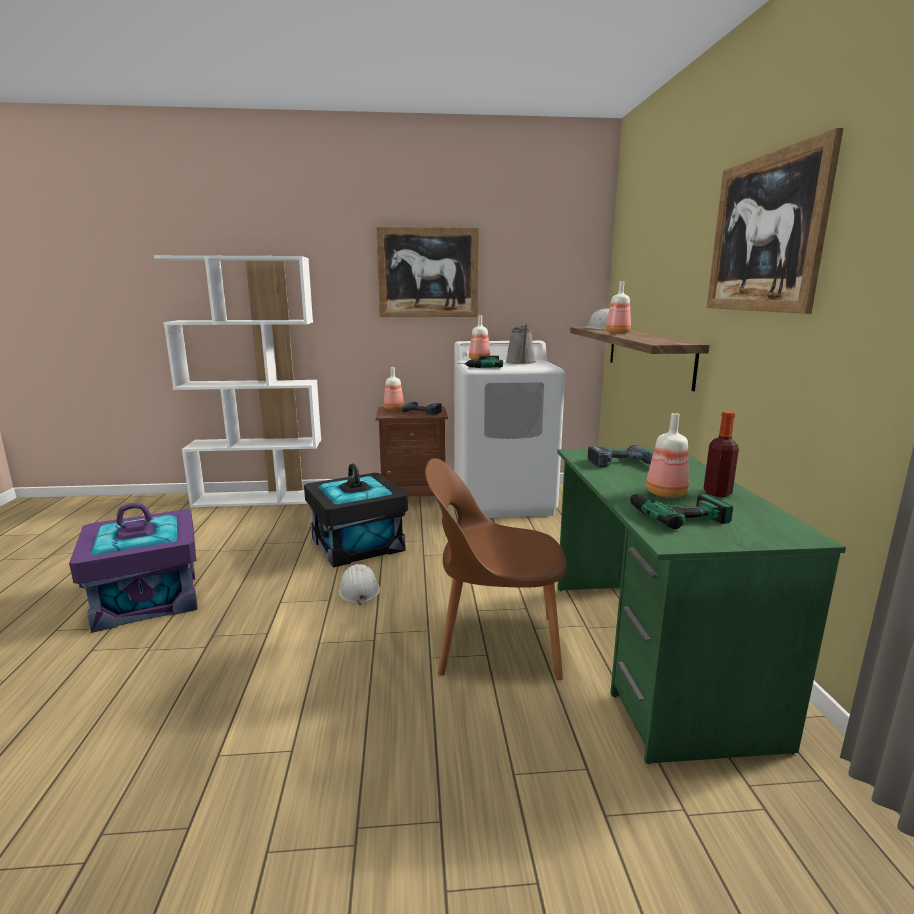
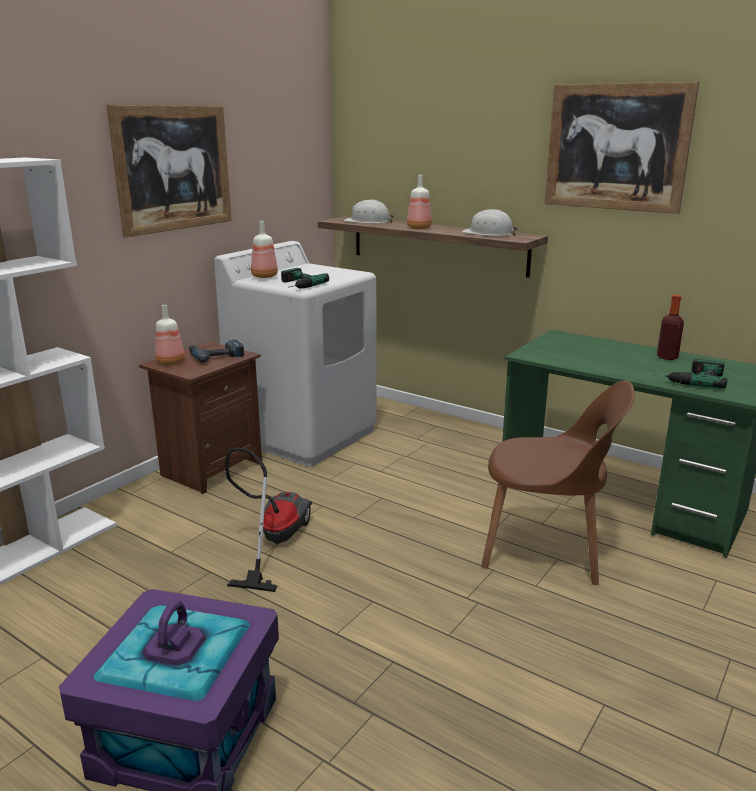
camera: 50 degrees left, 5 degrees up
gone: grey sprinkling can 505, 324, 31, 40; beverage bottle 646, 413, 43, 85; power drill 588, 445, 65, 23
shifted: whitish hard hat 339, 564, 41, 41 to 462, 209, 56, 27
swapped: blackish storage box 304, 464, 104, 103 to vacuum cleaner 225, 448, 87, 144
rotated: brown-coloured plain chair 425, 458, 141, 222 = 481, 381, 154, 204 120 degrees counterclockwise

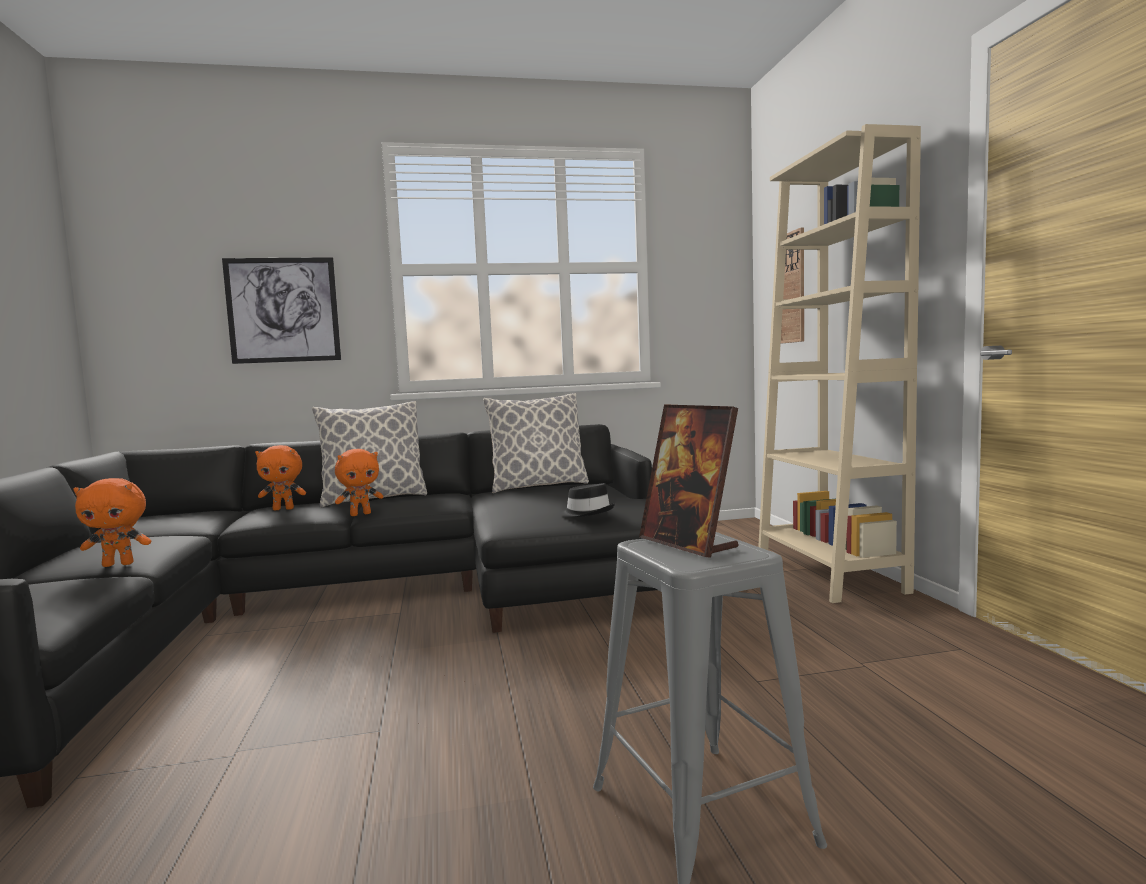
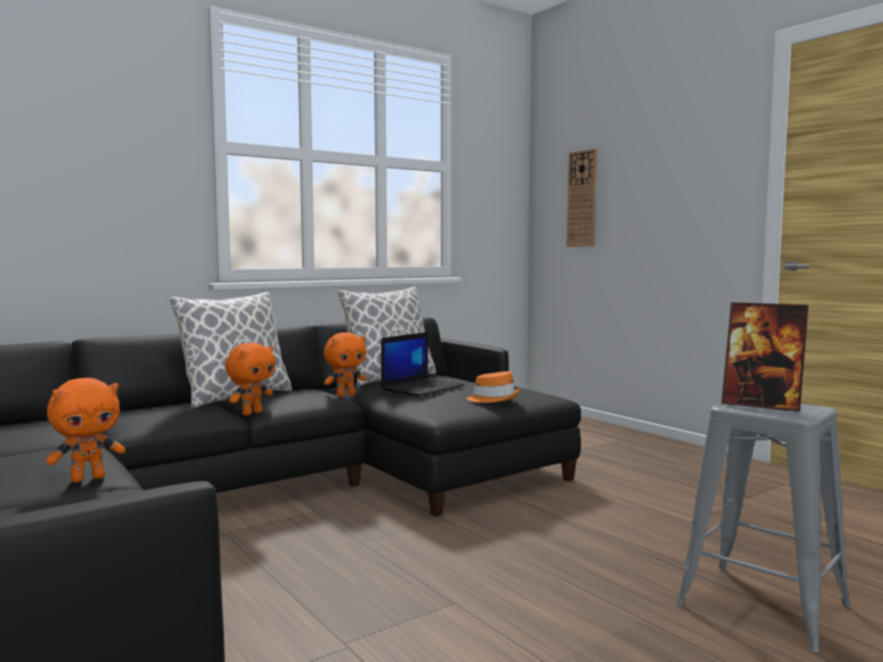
camera: 25 degrees left, 0 degrees up
gone: beige bookshelf 758, 124, 163, 479; wall picture 222, 257, 119, 107
new: portable computer 381, 332, 84, 64
shifted: orange-coloured soft toy 255, 445, 51, 65 to 324, 332, 43, 65
repainted: blackish clothing hat 560, 483, 55, 34 to orange-coloured clothing hat 466, 371, 54, 32

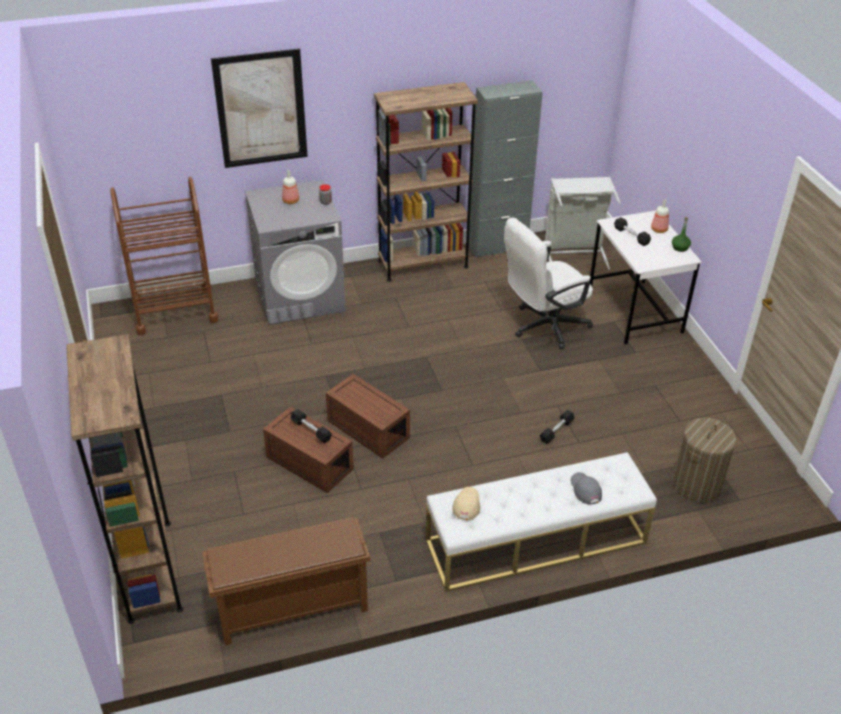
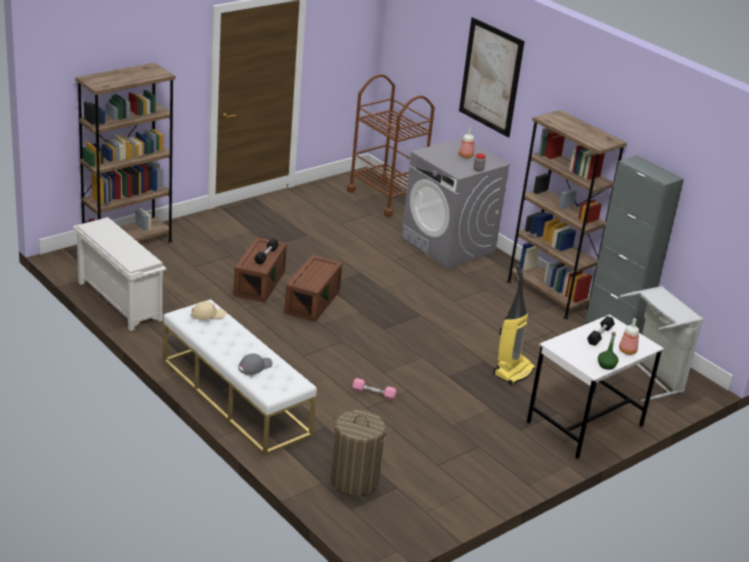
camera: 65 degrees right, 10 degrees down
swapped: whitish office chair 504, 217, 89, 132 to vacuum cleaner 493, 265, 42, 120
repainted: blackish free weight 540, 410, 35, 34 to pink-coloured free weight 352, 378, 45, 23; brown-coloured shoe stand 202, 517, 169, 128 to whitish shoe stand 73, 217, 93, 114

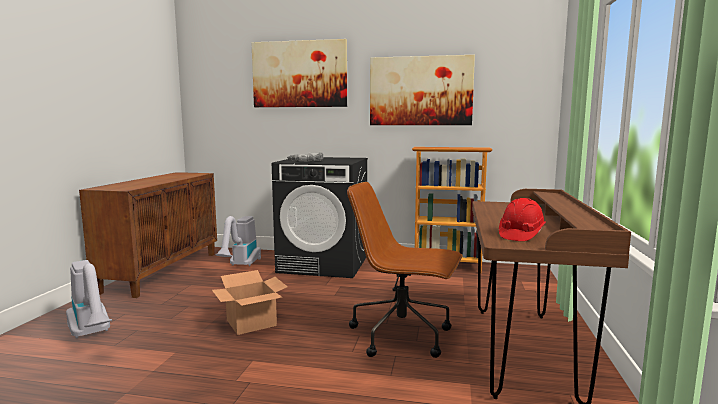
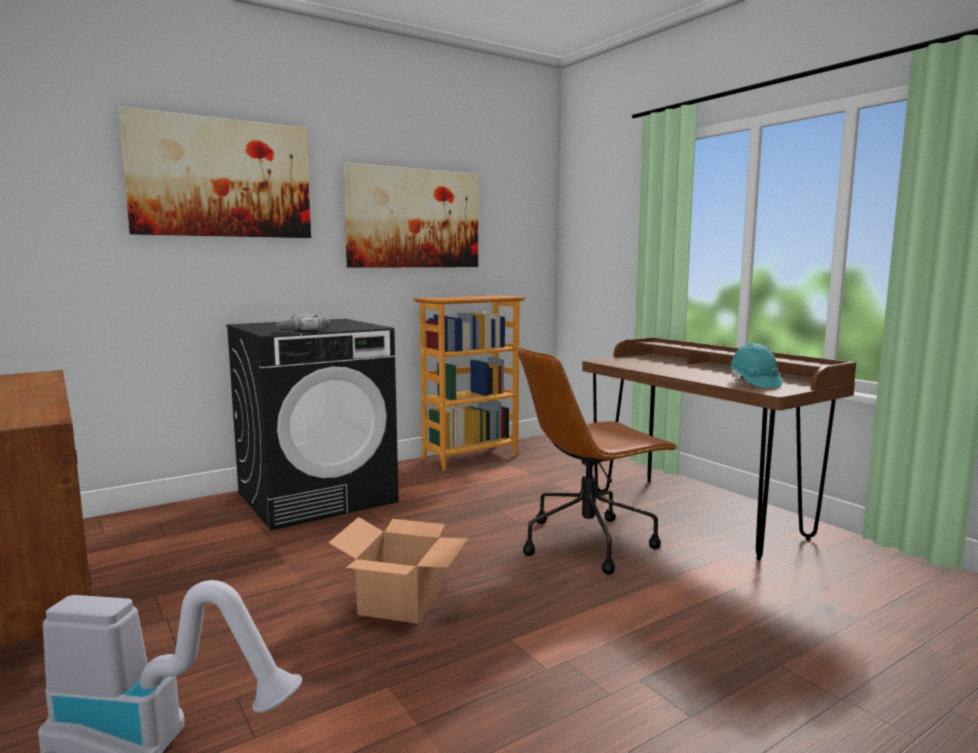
camera: 45 degrees left, 0 degrees up
gone: vacuum cleaner 216, 216, 45, 50
repainted: reddish hard hat 499, 198, 47, 43 to turquoise hard hat 728, 344, 54, 44

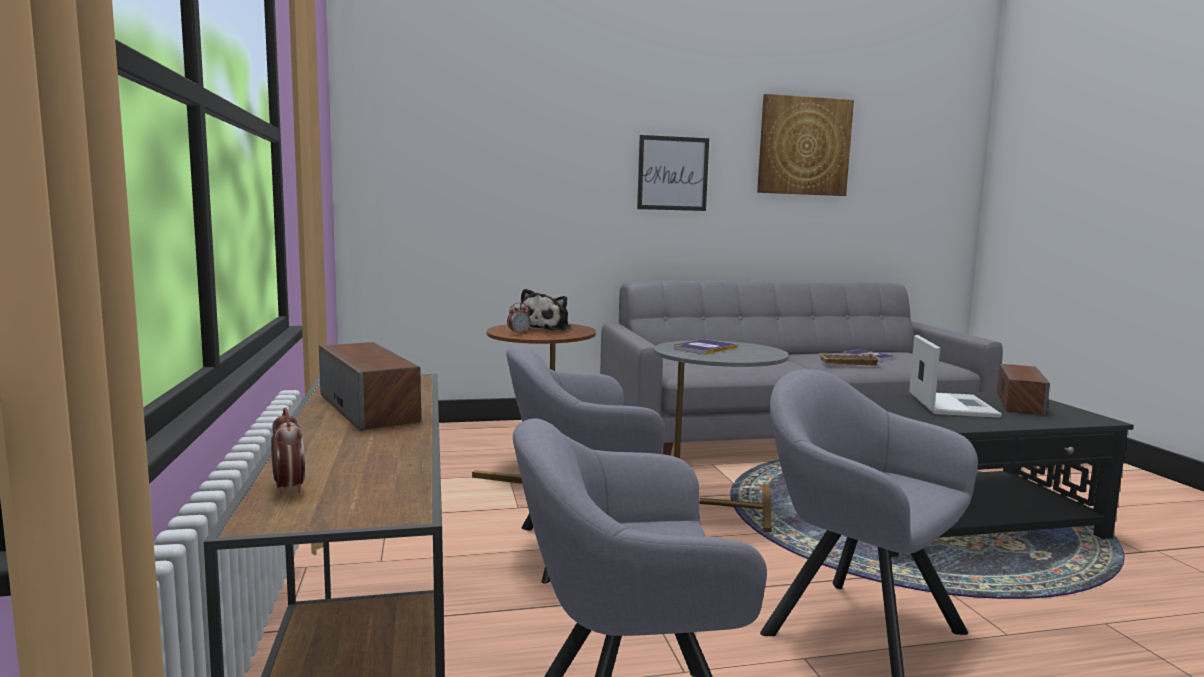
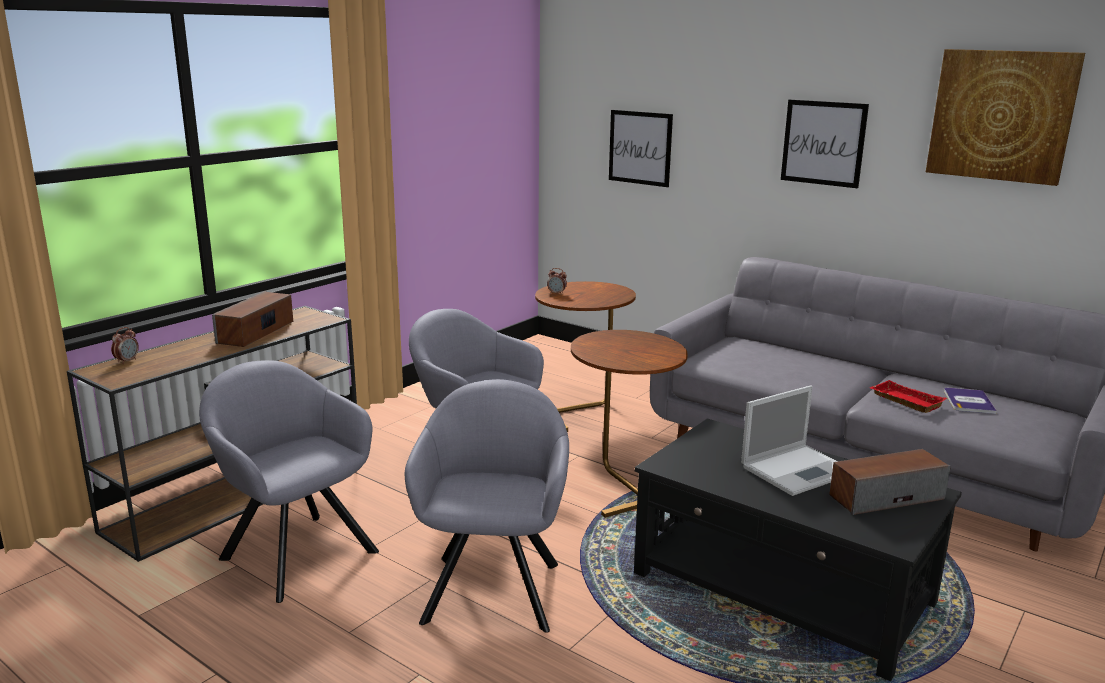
camera: 50 degrees right, 10 degrees up
gone: soft toy 520, 289, 51, 42; volume 674, 339, 64, 16
new: wall picture 609, 110, 64, 77
repainted: grey accent table 654, 340, 135, 193 to brown-coloured accent table 571, 330, 117, 188; beige tray 820, 353, 60, 13 to reddish tray 870, 380, 77, 33

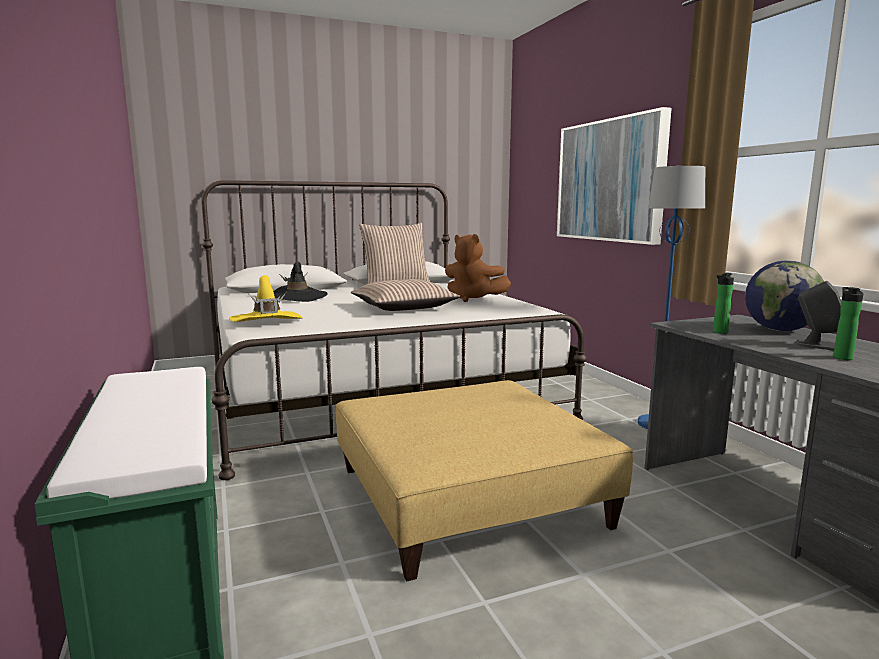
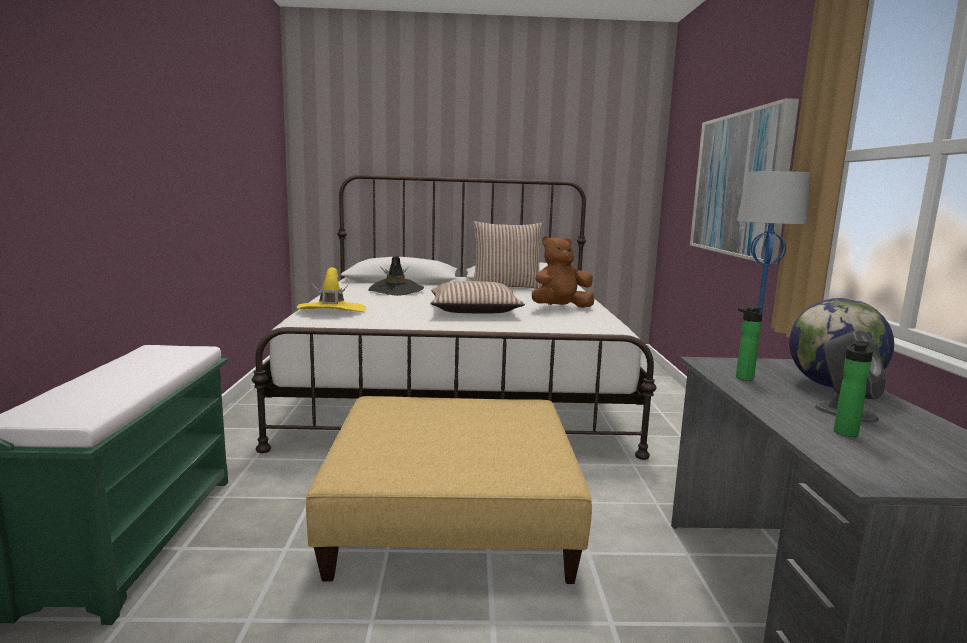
camera: 20 degrees right, 0 degrees up
rotated: brown-coloured soft toy 445, 234, 66, 68 = 532, 236, 63, 72 105 degrees clockwise

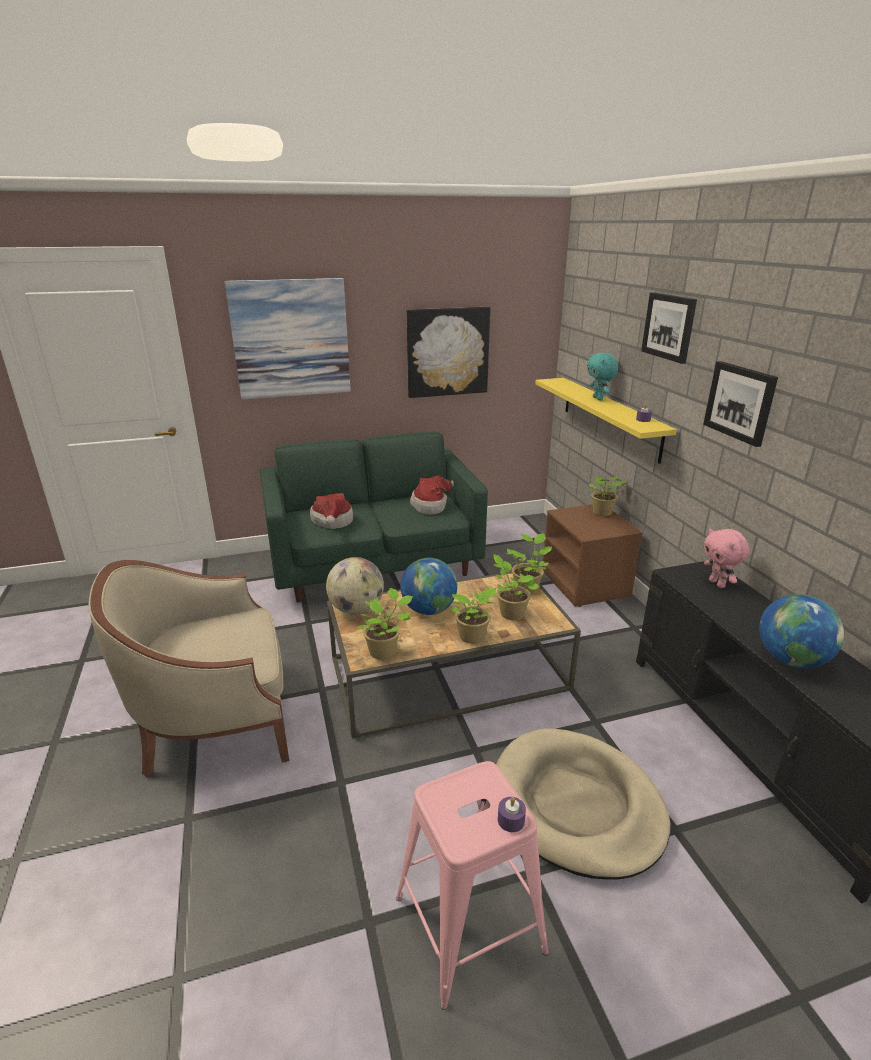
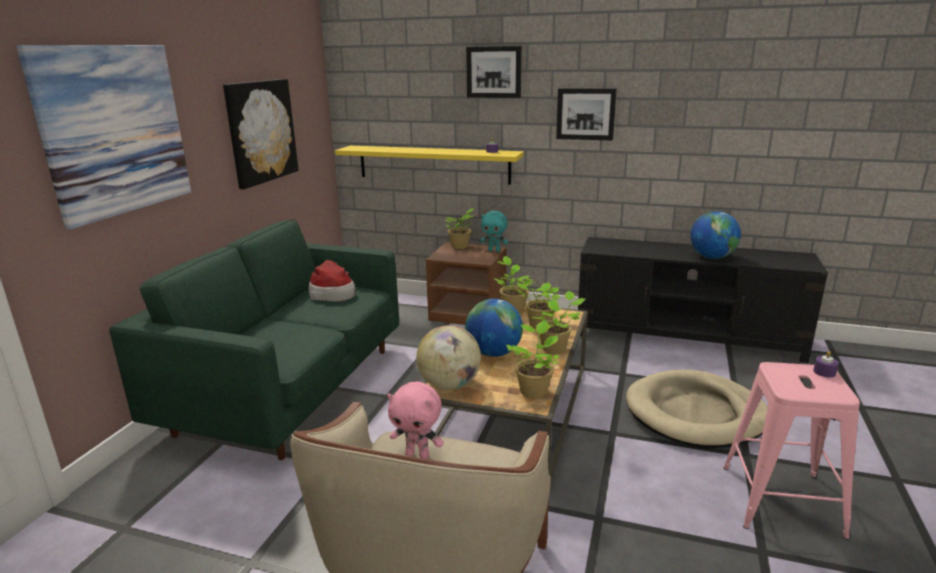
camera: 55 degrees left, 5 degrees down
gone: clothing hat 310, 493, 43, 36
shifted: turquoise soft toy 587, 353, 31, 47 to 480, 211, 28, 41; pink-coloured soft toy 704, 528, 45, 60 to 387, 382, 57, 77

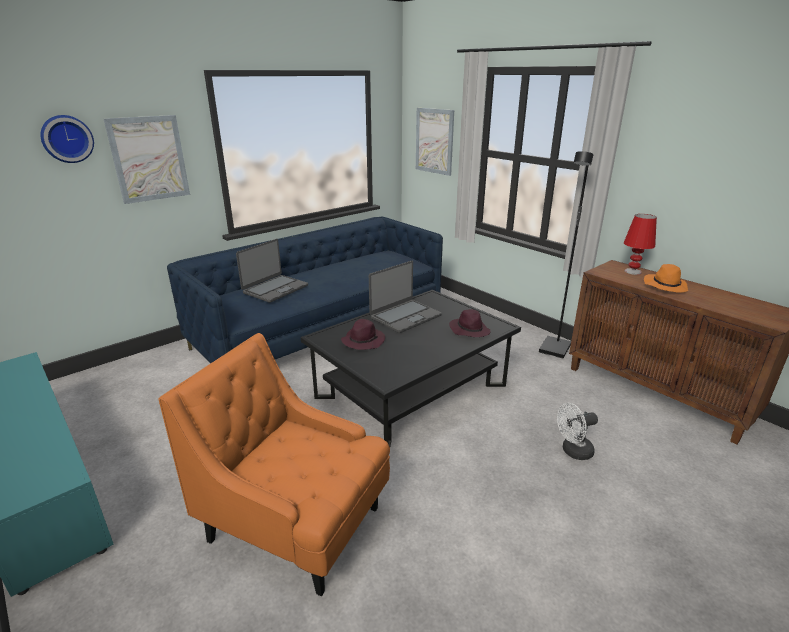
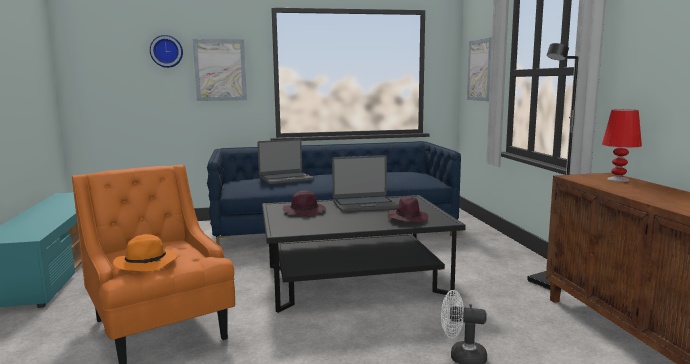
camera: 30 degrees right, 15 degrees down
shifted: orange-coloured clothing hat 644, 264, 44, 29 to 113, 234, 64, 38

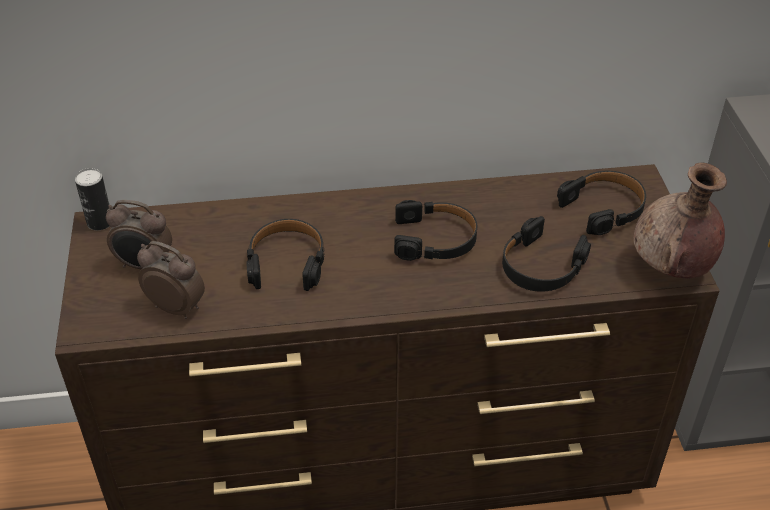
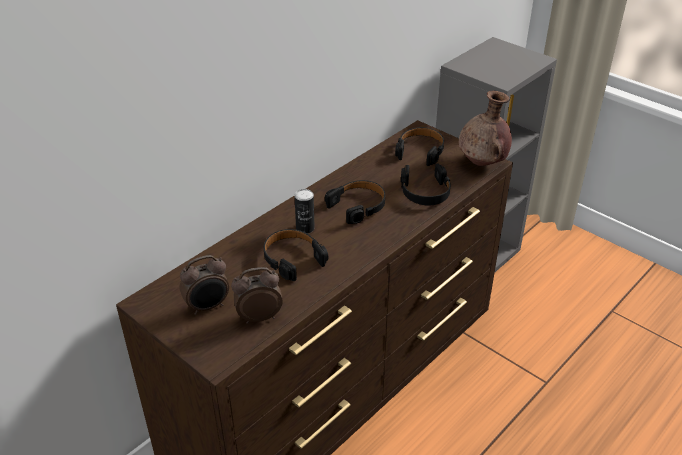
camera: 40 degrees left, 5 degrees down
shifted: sealed can 75, 168, 34, 62 to 295, 189, 20, 45

